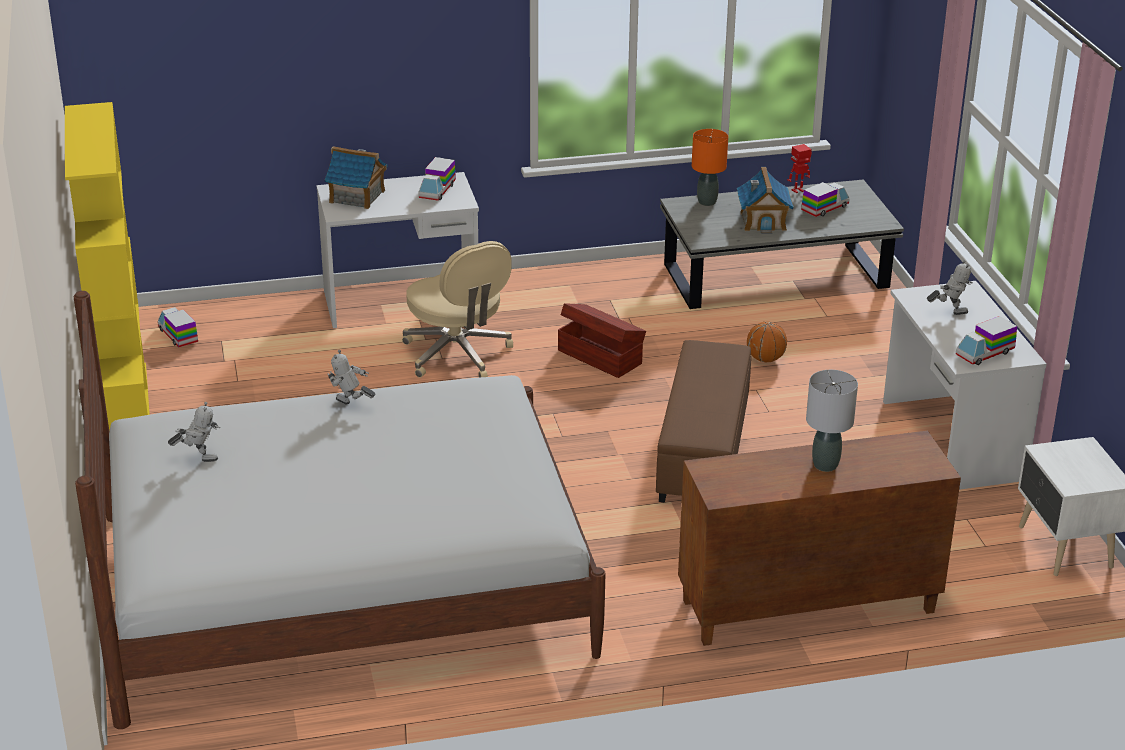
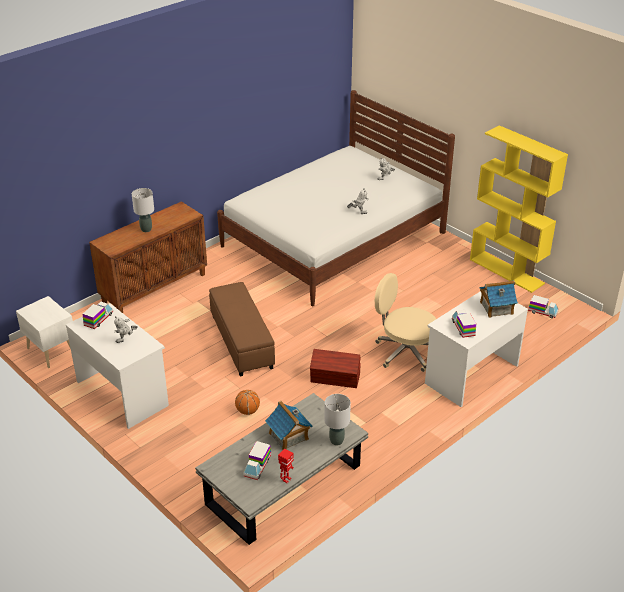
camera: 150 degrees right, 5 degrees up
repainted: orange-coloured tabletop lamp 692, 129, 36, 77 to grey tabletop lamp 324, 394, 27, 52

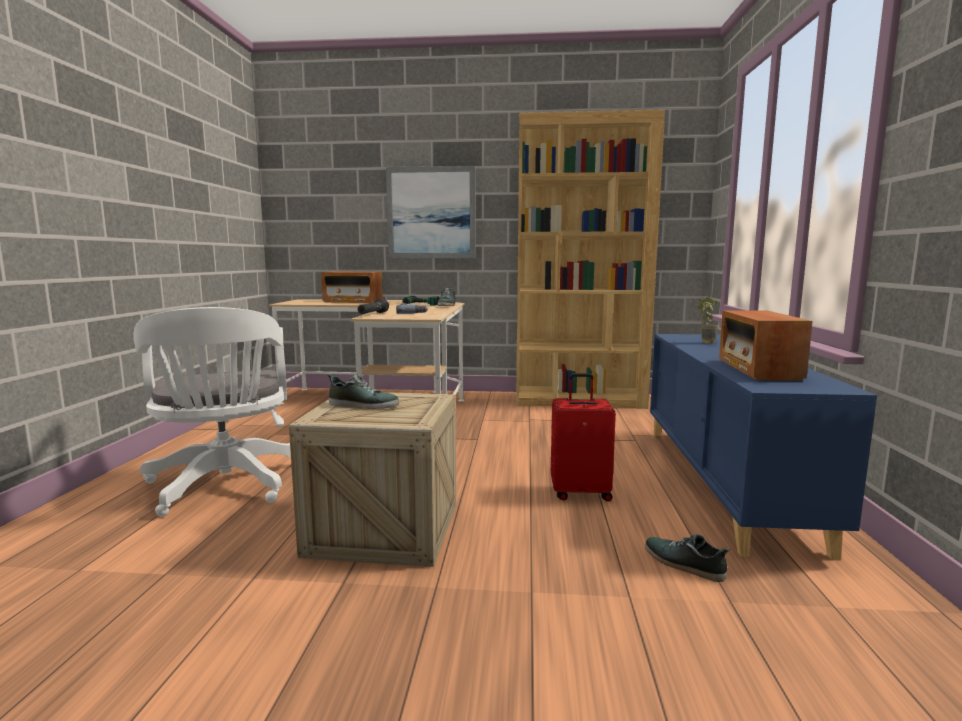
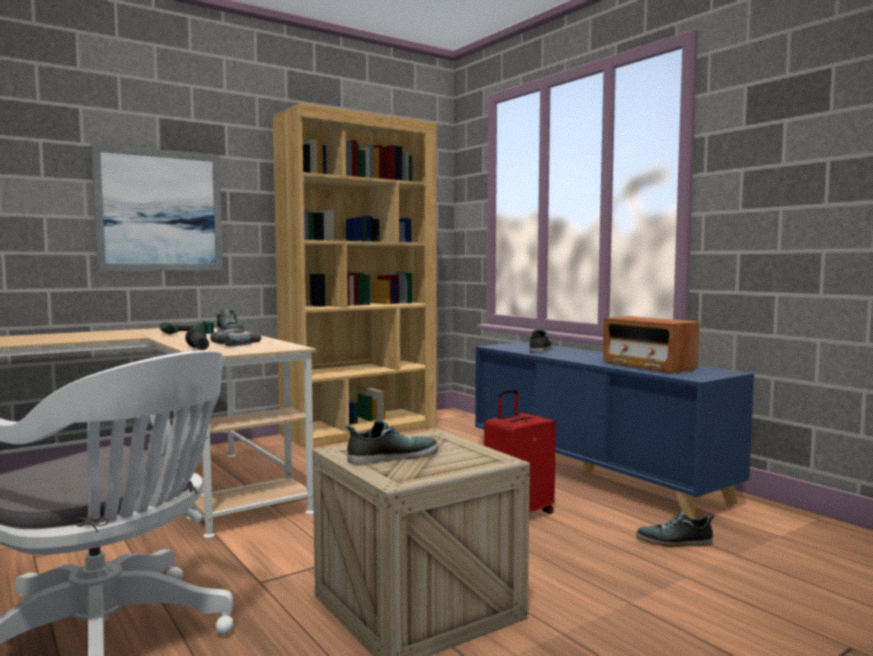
camera: 40 degrees left, 5 degrees down
gone: radio 321, 272, 62, 31
swapped: houseplant 697, 297, 21, 47 to low shoe 530, 329, 22, 24

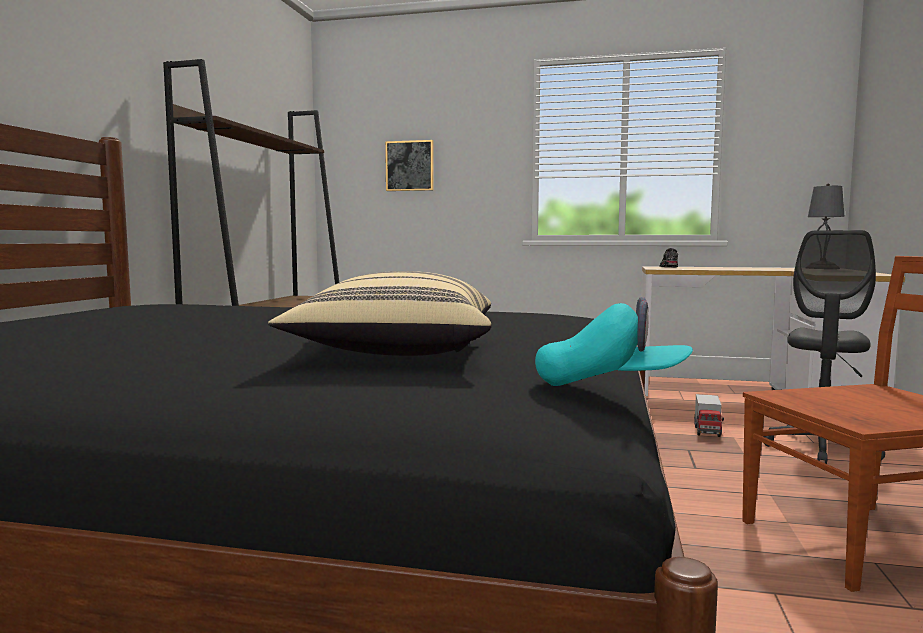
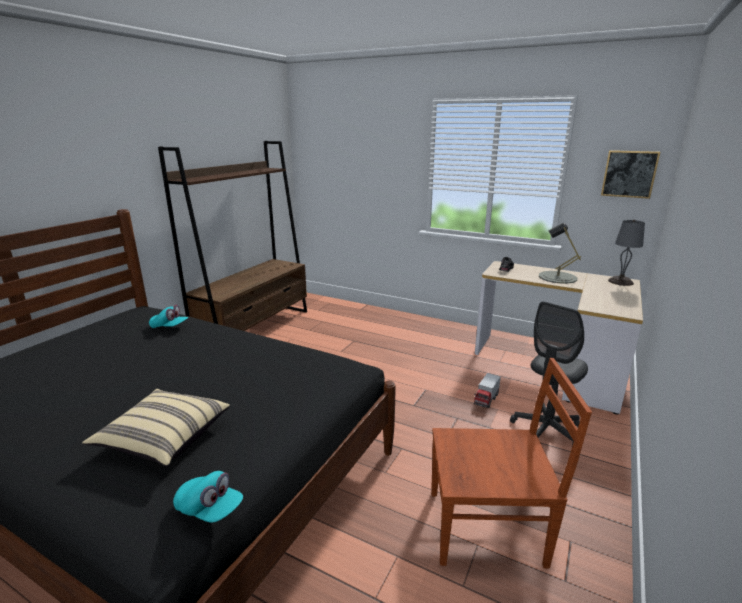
camera: 15 degrees right, 15 degrees up
new: grey tabletop lamp 539, 223, 42, 61; turquoise baseball cap 149, 305, 39, 23
shifted: wall picture 385, 140, 49, 51 to 601, 150, 59, 49

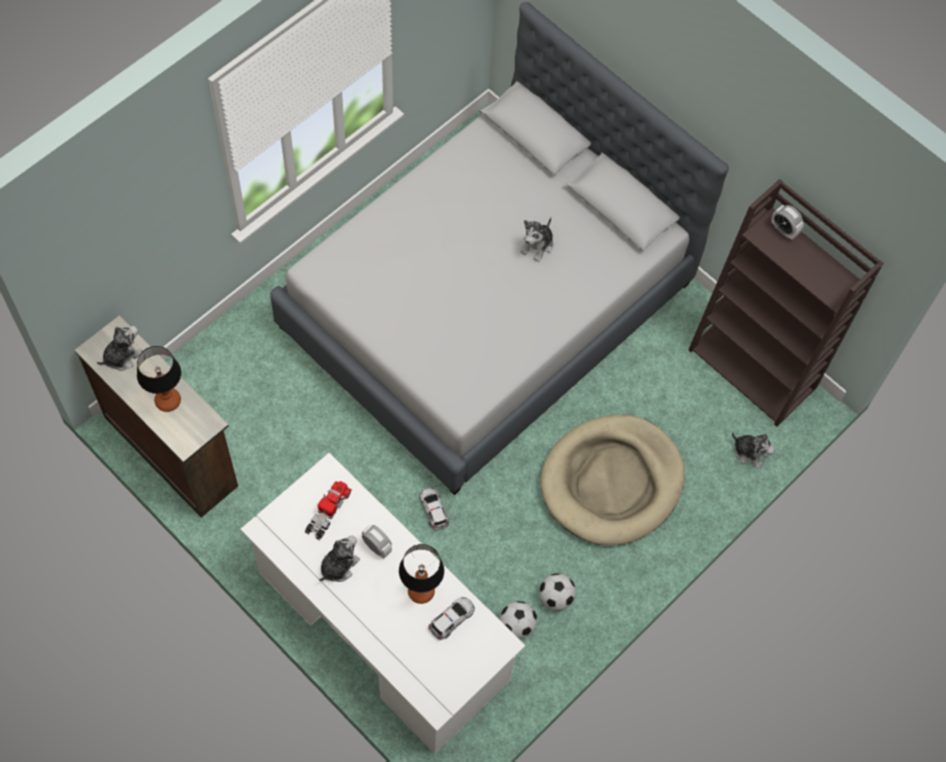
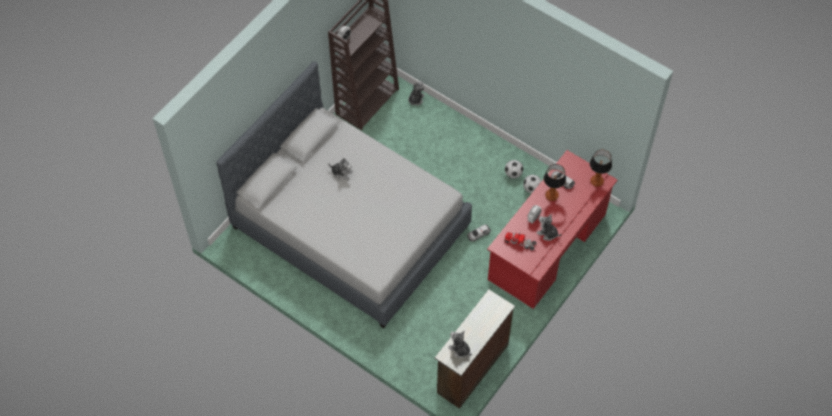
camera: 95 degrees left, 5 degrees down
gone: beige dog cushion 540, 415, 145, 131
shifted: tabletop lamp 137, 346, 44, 66 to 590, 150, 22, 37
repainted: whitish desk table 241, 453, 284, 301 to reddish desk table 487, 150, 130, 159

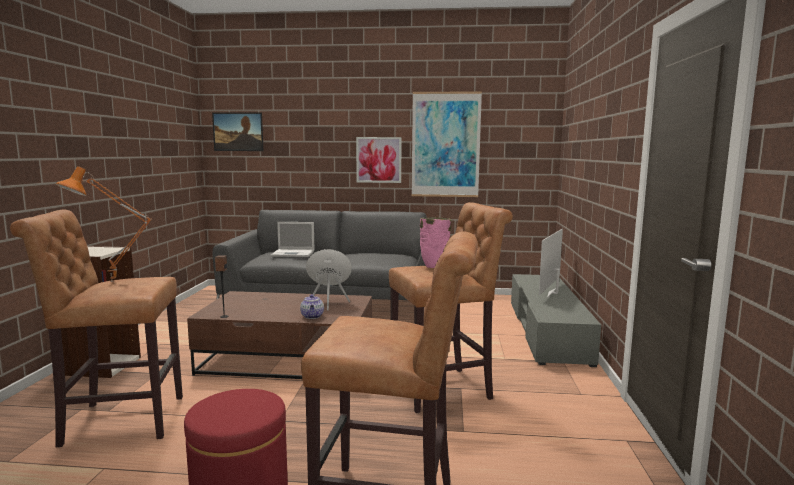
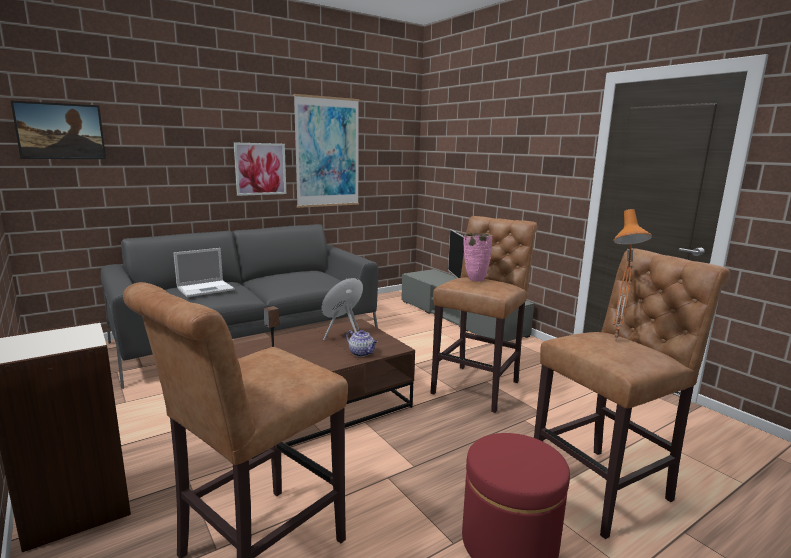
camera: 40 degrees left, 5 degrees up
shifted: orange-coloured tabletop lamp 56, 166, 96, 116 to 613, 209, 39, 132

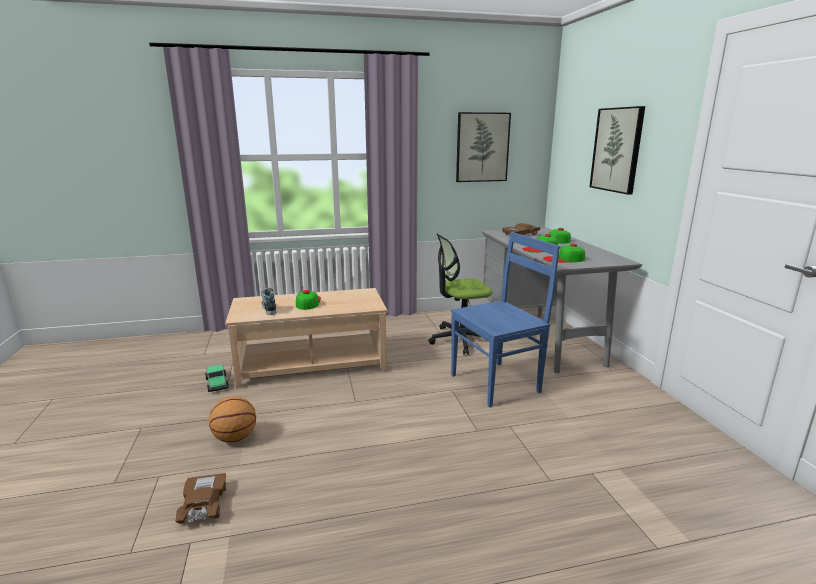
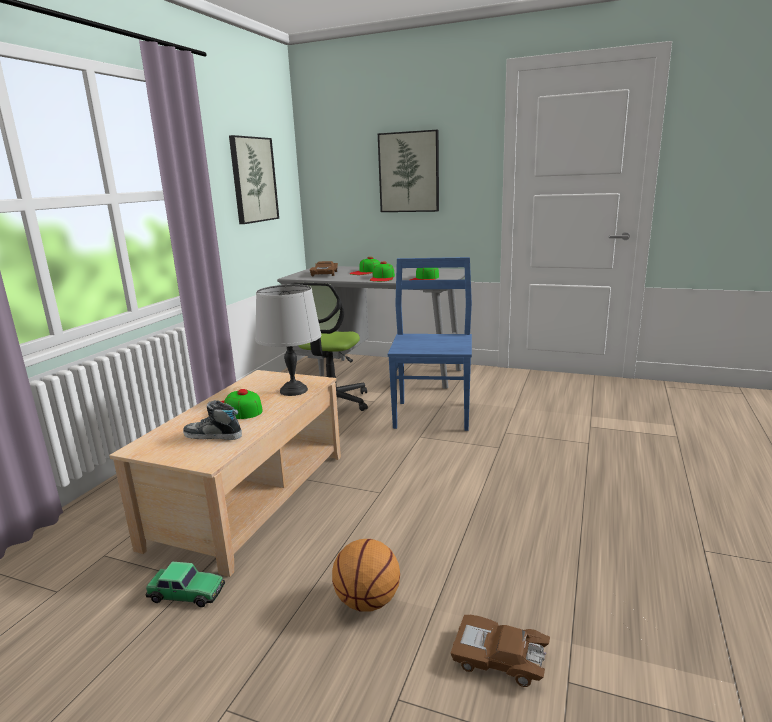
camera: 55 degrees left, 0 degrees up
new: grey tabletop lamp 255, 284, 66, 112

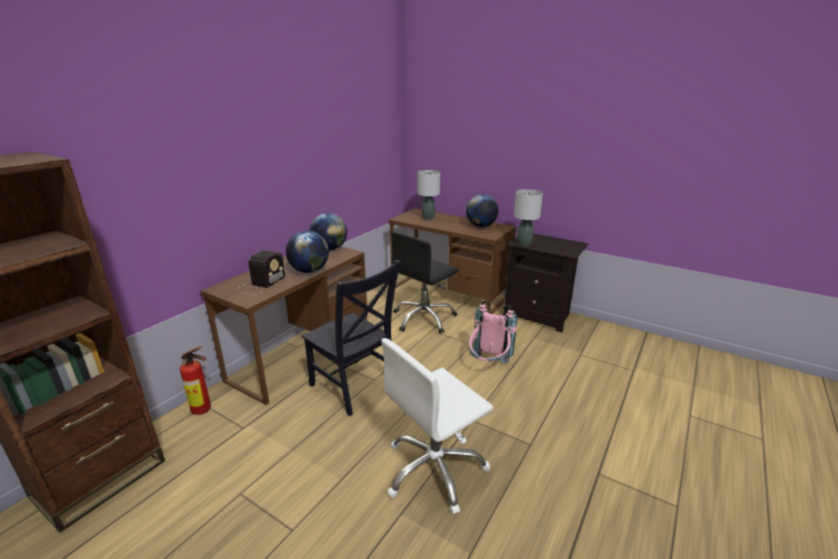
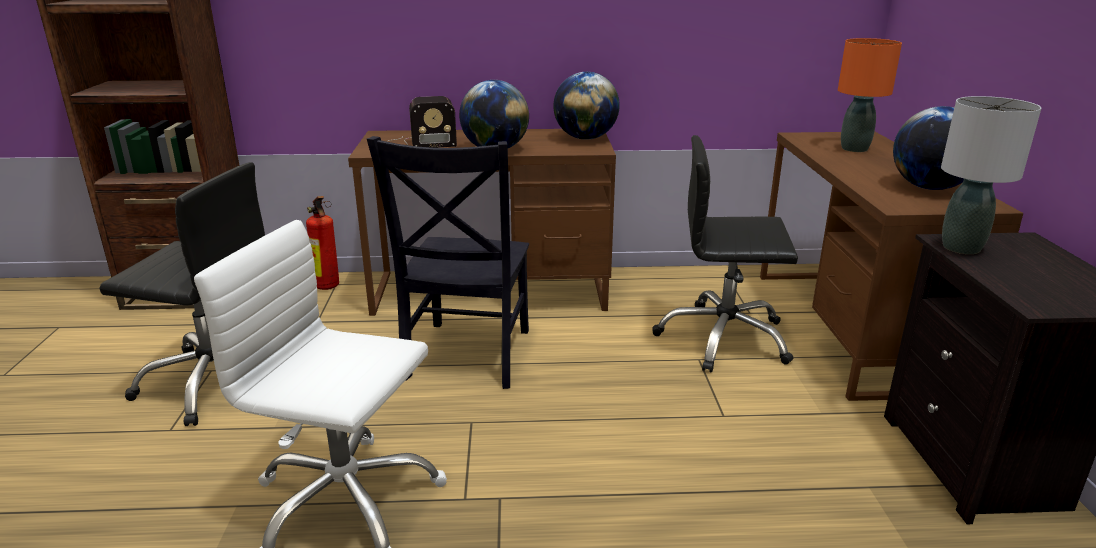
camera: 55 degrees right, 0 degrees up
gone: pink-coloured knapsack 468, 301, 49, 62
new: blackish office chair 99, 162, 166, 264
repainted: grey tabletop lamp 417, 170, 23, 50 to orange-coloured tabletop lamp 838, 38, 64, 114

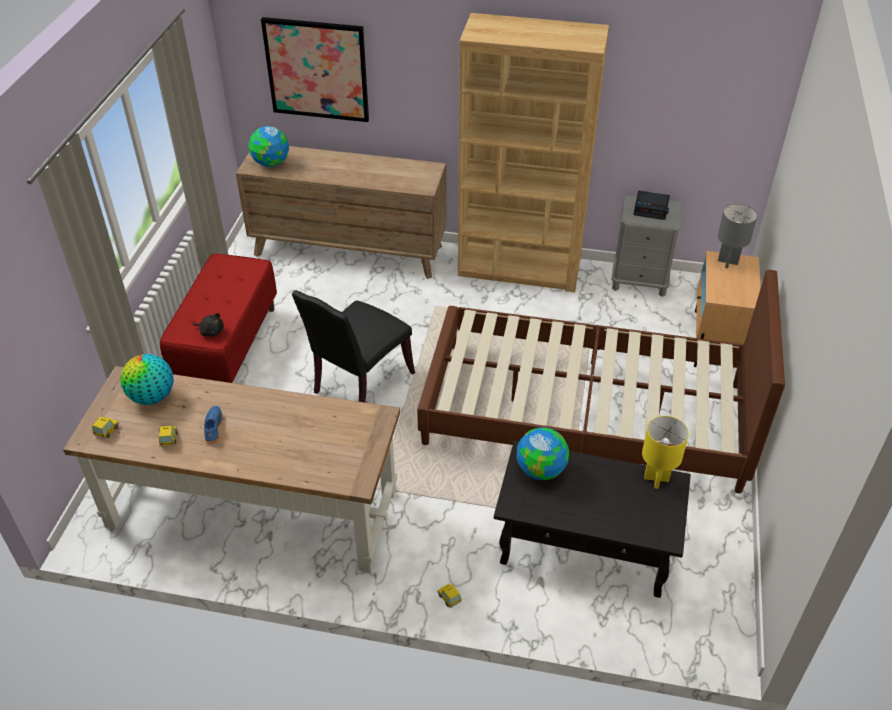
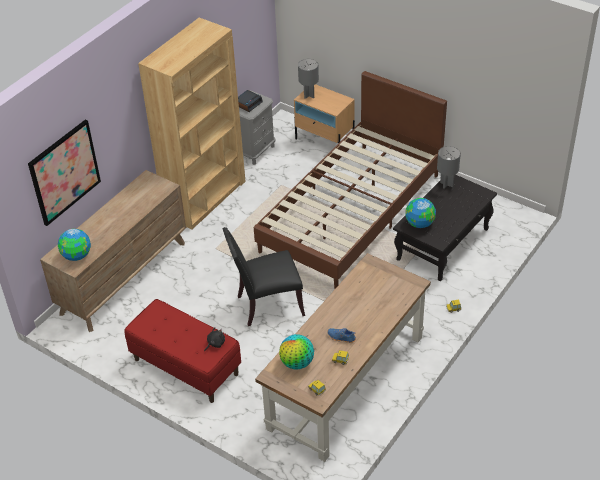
camera: 65 degrees left, 0 degrees up
repainted: yellow tabletop lamp 642, 416, 47, 73 to grey tabletop lamp 437, 146, 24, 43
rotated: blackish plain chair 292, 290, 123, 113 = 223, 227, 82, 99 105 degrees clockwise

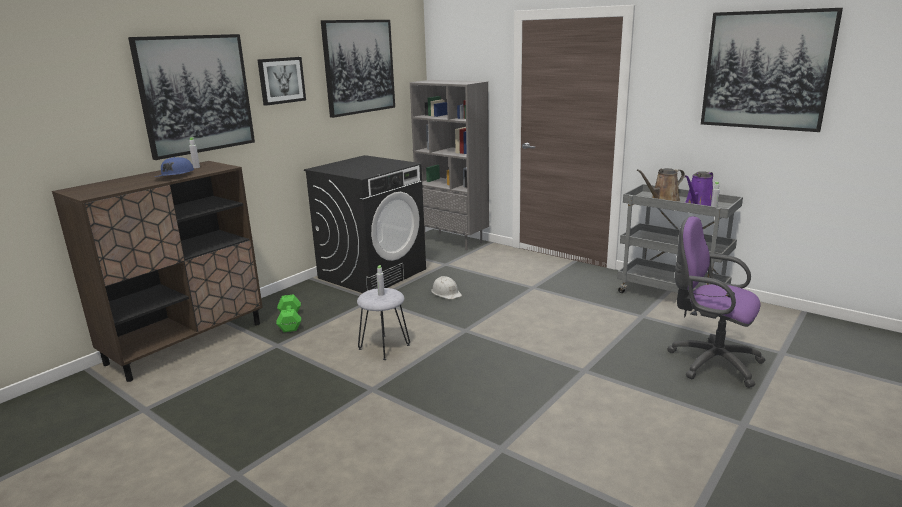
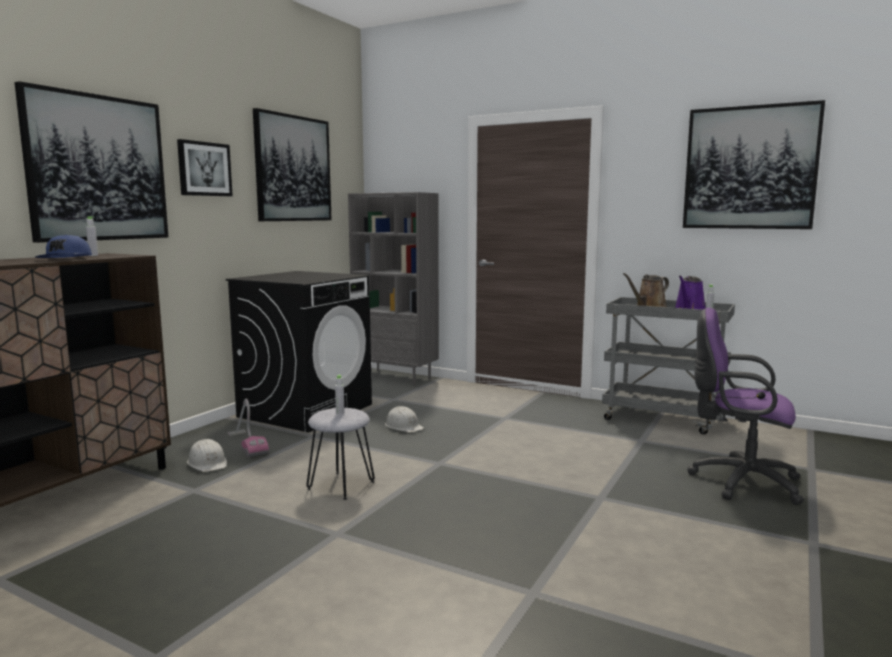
camera: 10 degrees left, 10 degrees down
new: vacuum cleaner 227, 399, 42, 59
swapped: green free weight 276, 294, 25, 38 to whitish hard hat 187, 439, 40, 33

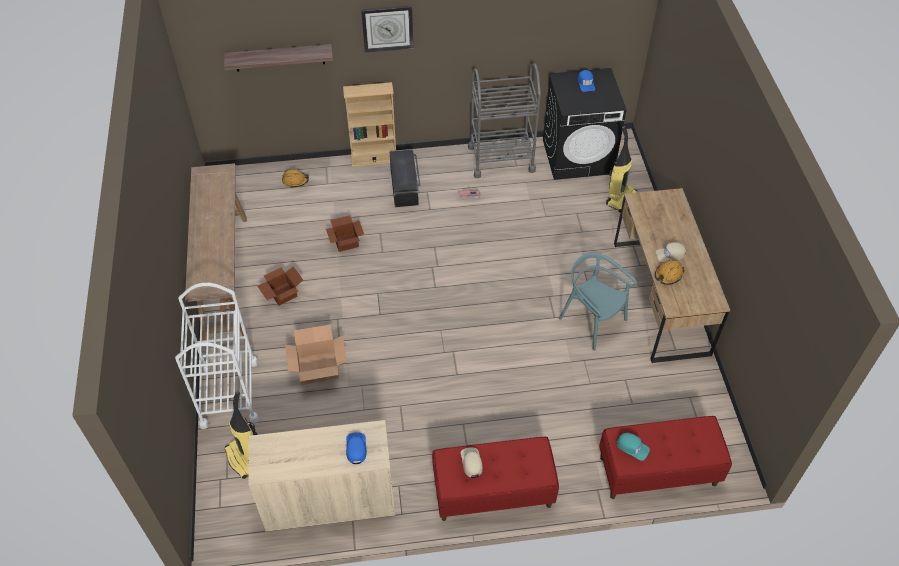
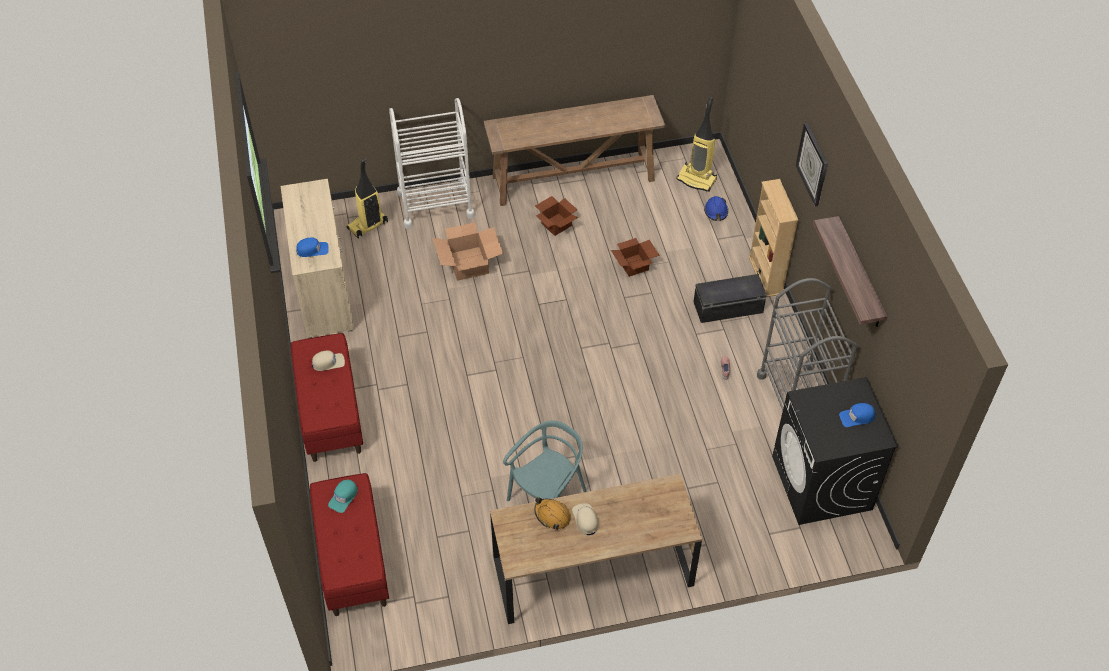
camera: 85 degrees right, 0 degrees up
shifted: bracket shelf 224, 44, 109, 28 to 813, 216, 74, 111; vacuum cleaner 606, 126, 32, 87 to 676, 97, 41, 94
repainted: orange-coloured hard hat 282, 169, 27, 19 to bluish hard hat 704, 196, 24, 25

